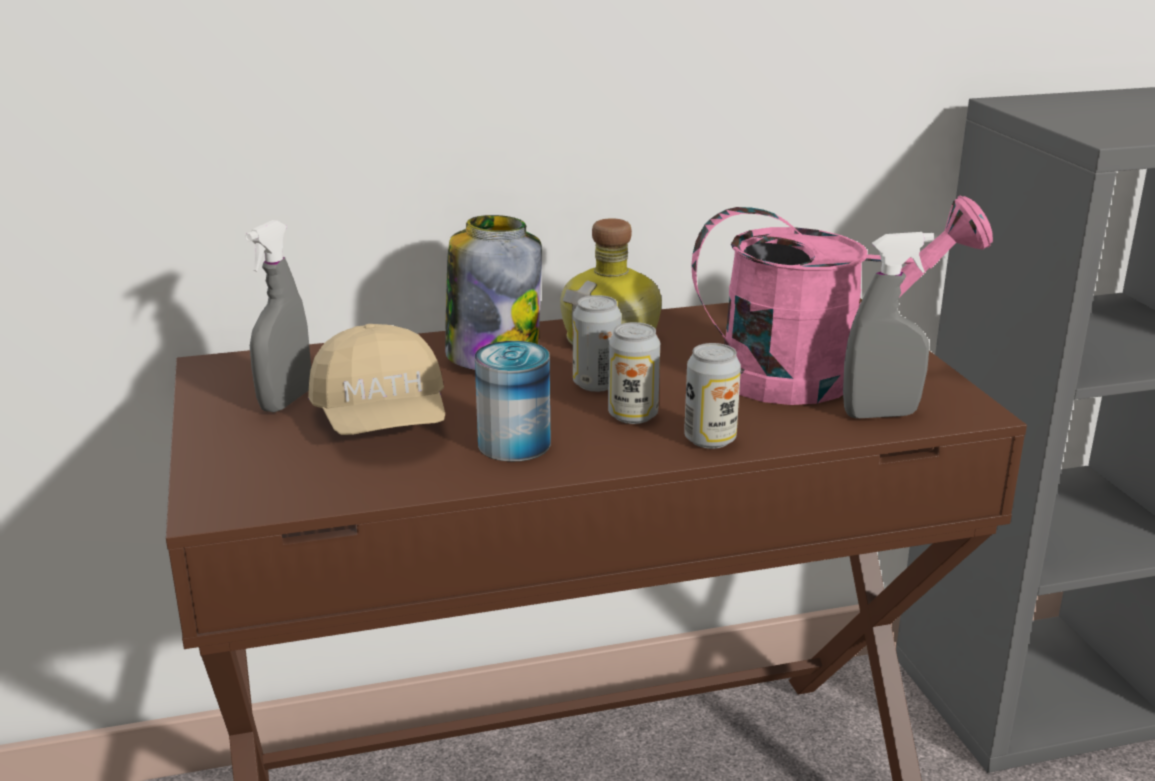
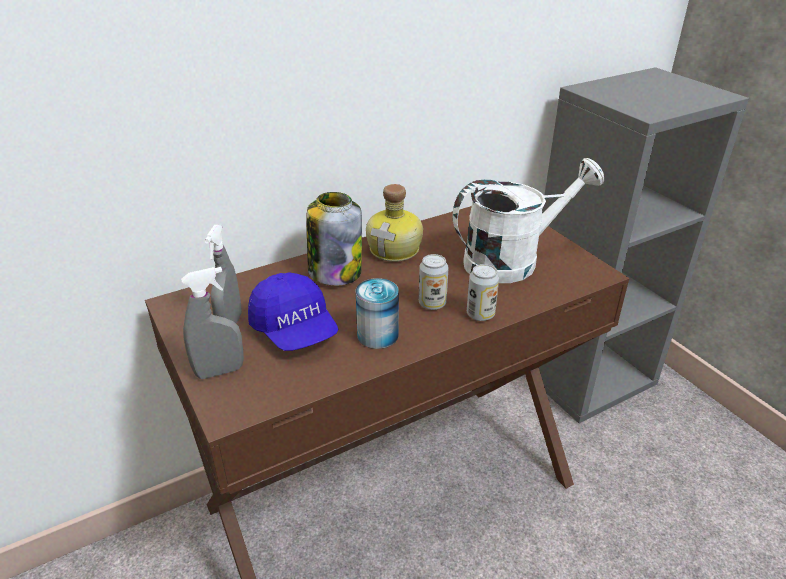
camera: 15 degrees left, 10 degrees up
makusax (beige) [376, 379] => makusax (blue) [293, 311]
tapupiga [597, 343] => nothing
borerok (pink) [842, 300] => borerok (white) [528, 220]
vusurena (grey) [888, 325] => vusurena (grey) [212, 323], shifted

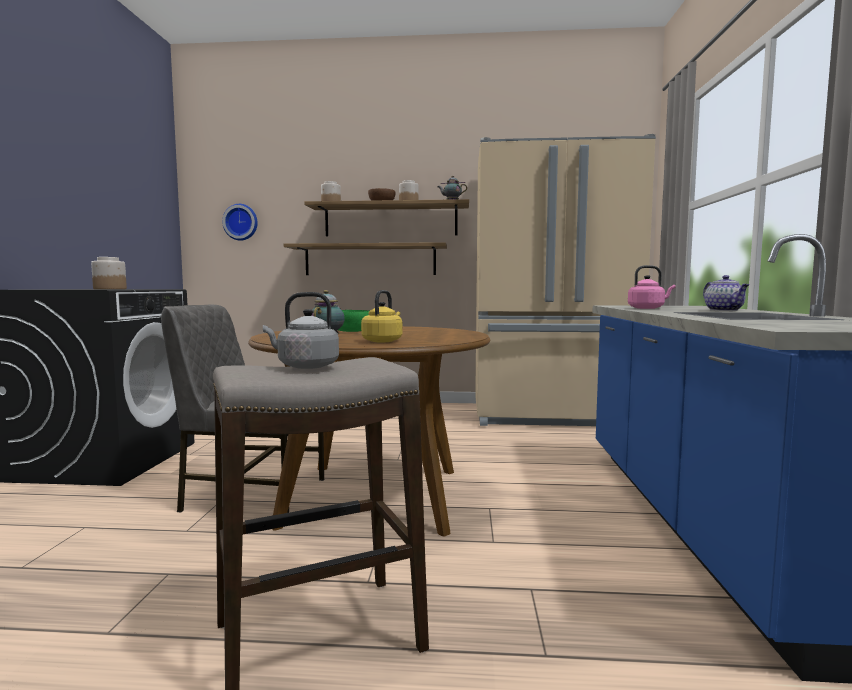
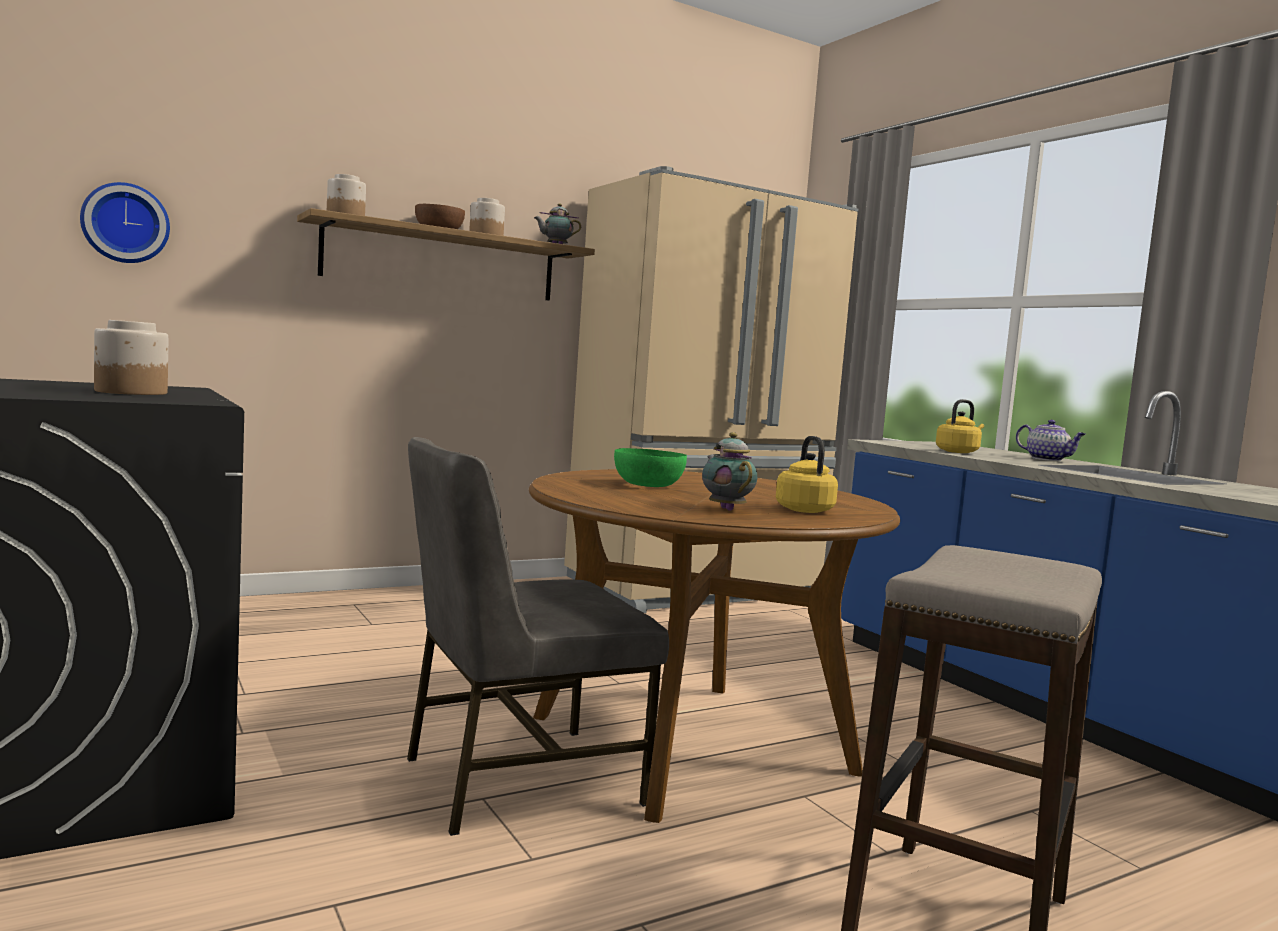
camera: 35 degrees left, 0 degrees up
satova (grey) [301, 330] => nothing
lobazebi [365, 258] => nothing
satova (pink) [652, 287] => satova (yellow) [960, 426]

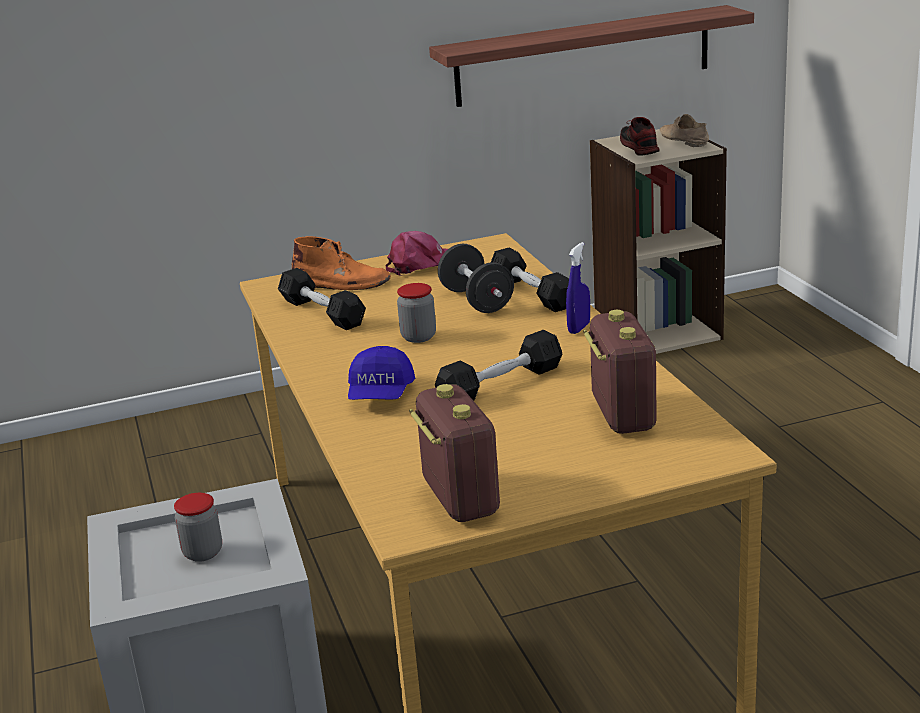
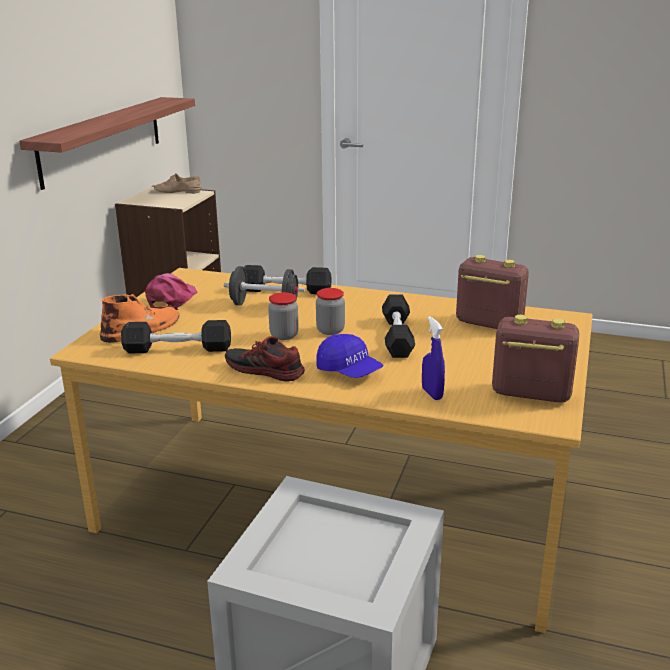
camera: 55 degrees left, 0 degrees up
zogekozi [198, 527] => zogekozi [330, 311], shifted
vusurena (blue) [578, 288] => vusurena (blue) [433, 358], shifted
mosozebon [640, 136] => mosozebon [265, 359], shifted

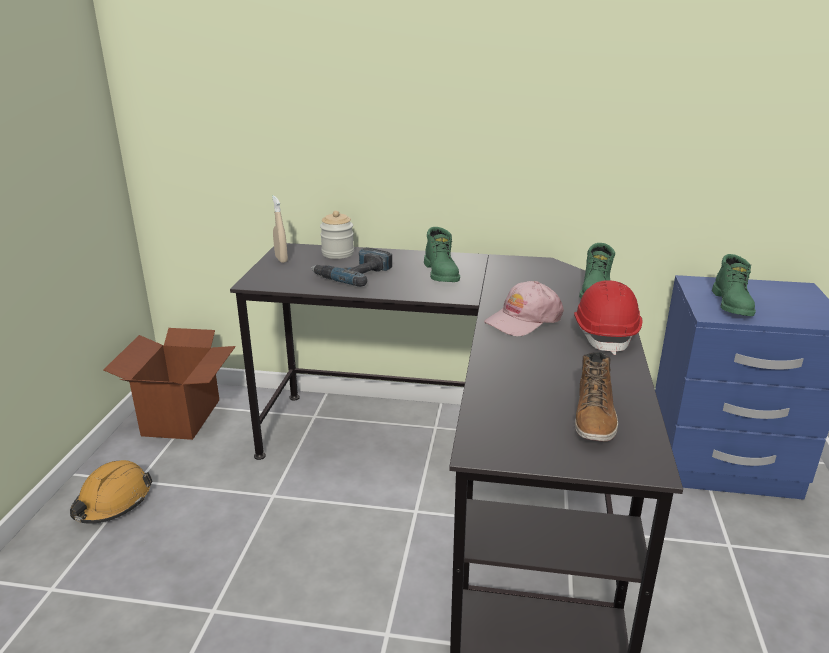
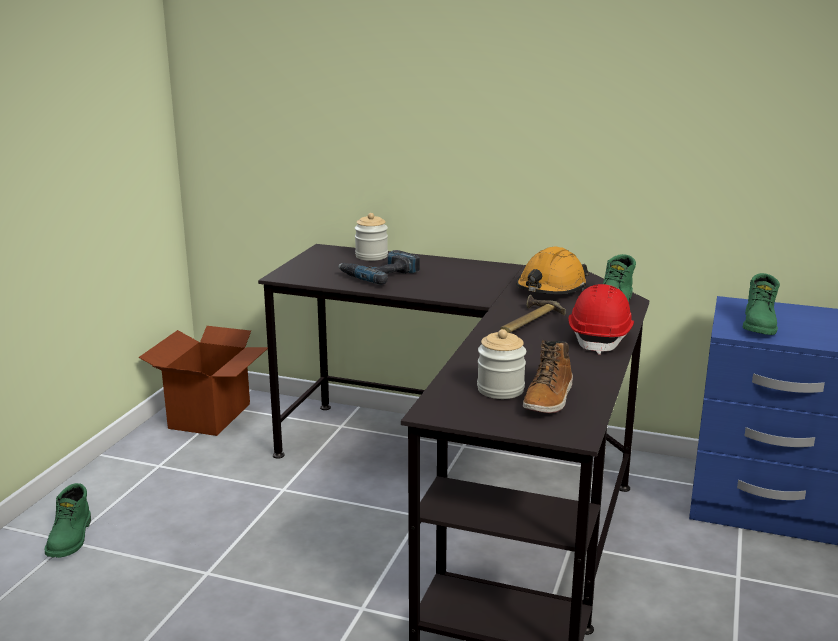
camera: 10 degrees right, 5 degrees down
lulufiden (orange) [111, 492] => lulufiden (orange) [552, 270], shifted
vusurena (beige) [280, 229] => nothing
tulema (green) [442, 254] => tulema (green) [68, 520], shifted
makusax (pink) [524, 308] => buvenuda [533, 314]
nothing => zogekozi [501, 364]

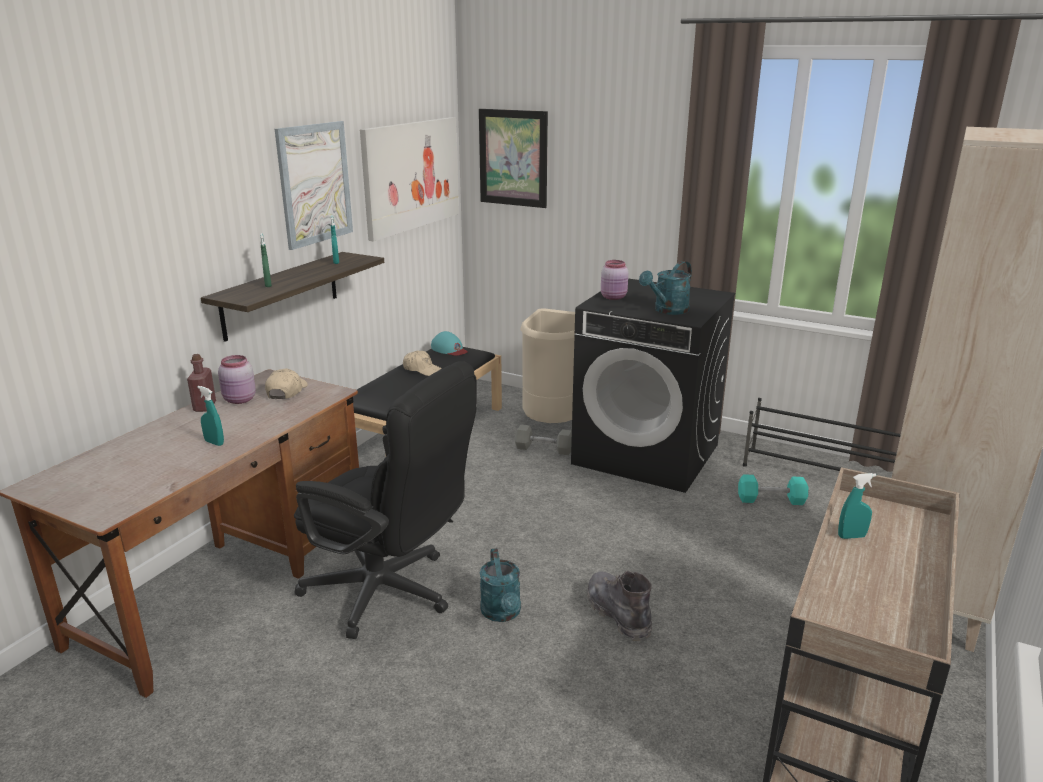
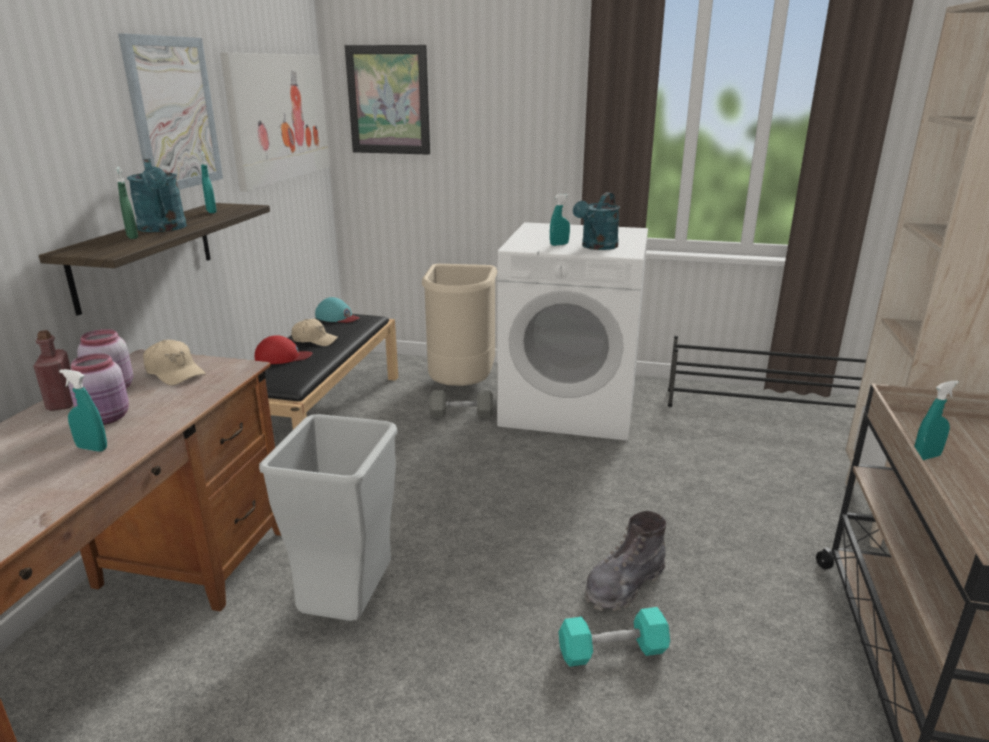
camera: 15 degrees left, 0 degrees up
makusax (beige) [286, 383] => makusax (beige) [174, 362], 135 degrees clockwise
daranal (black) [385, 500] => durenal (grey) [328, 517]
borerok (turquoise) [500, 585] => borerok (turquoise) [157, 195], shifted
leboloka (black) [653, 385] => leboloka (white) [572, 331]
tulema (grey) [619, 606] => tulema (grey) [625, 561], 90 degrees counterclockwise
zogekozi (pink) [614, 280] => zogekozi (pink) [98, 389], shifted
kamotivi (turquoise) [773, 489] => kamotivi (turquoise) [614, 637], shifted
nothing => makusax (red) [283, 349]
nothing => vusurena (turquoise) [560, 220]

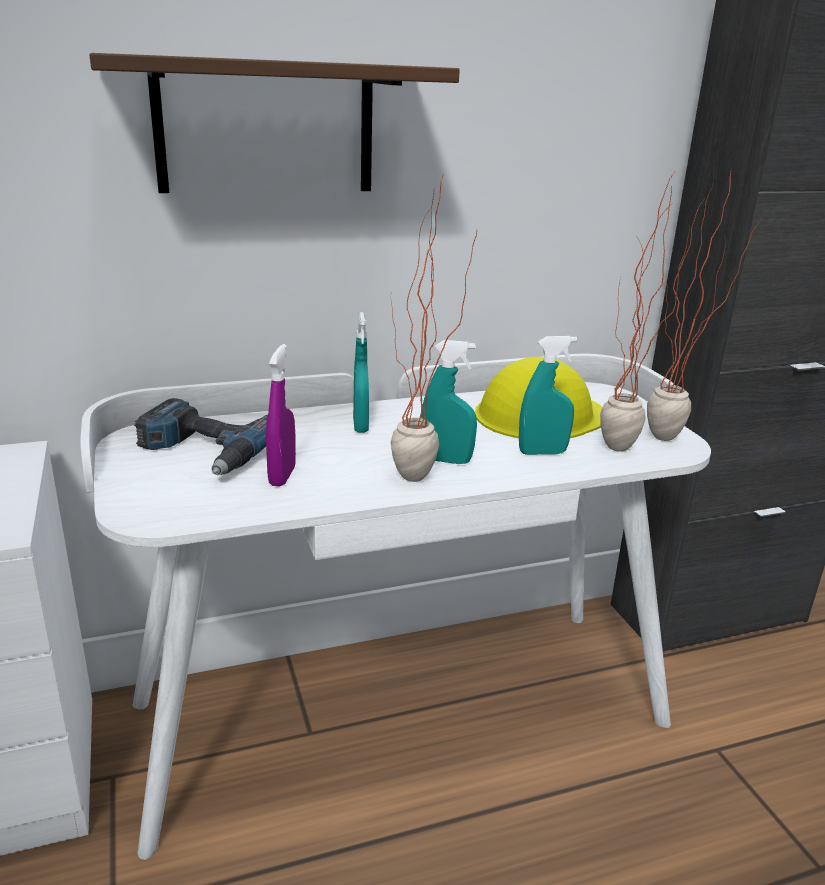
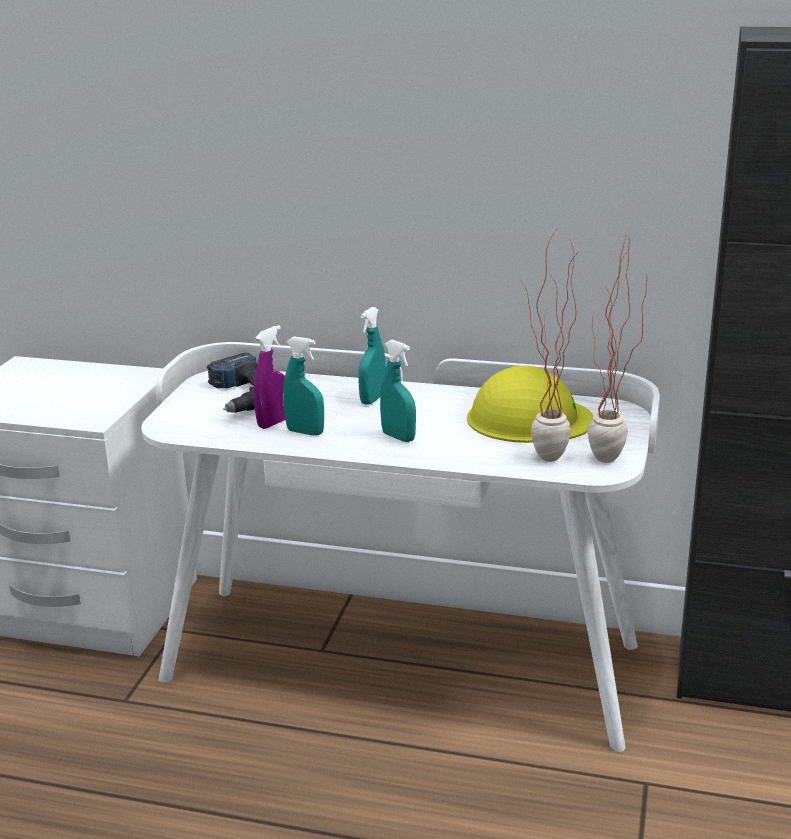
camera: 35 degrees right, 0 degrees up
lobazebi [275, 123] => nothing
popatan [434, 327] => nothing
vusurena (turquoise) [548, 395] => vusurena (turquoise) [303, 386], shifted

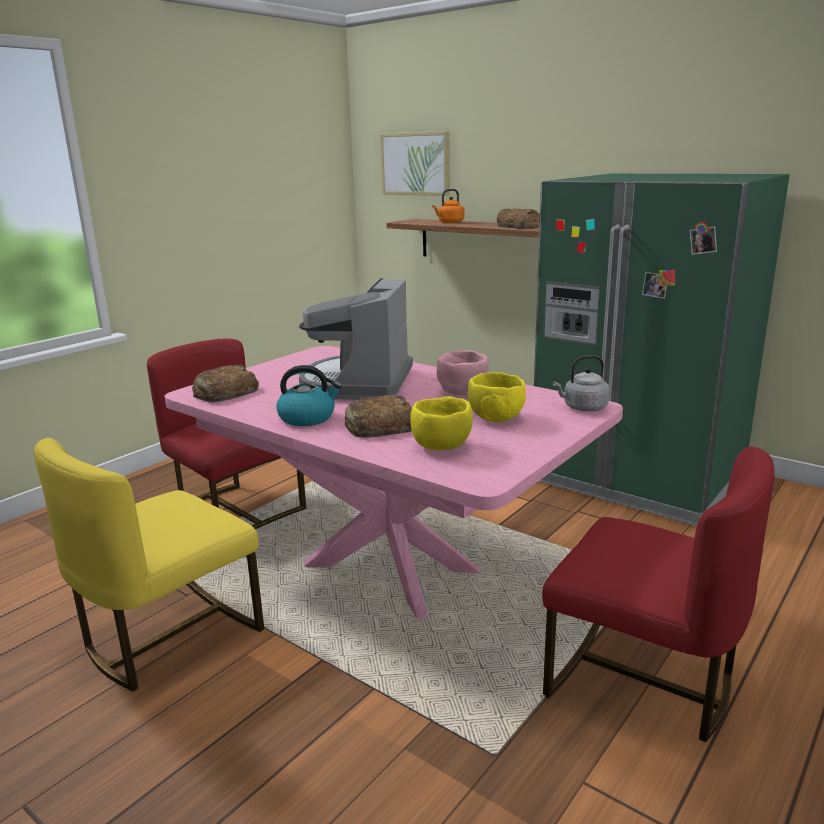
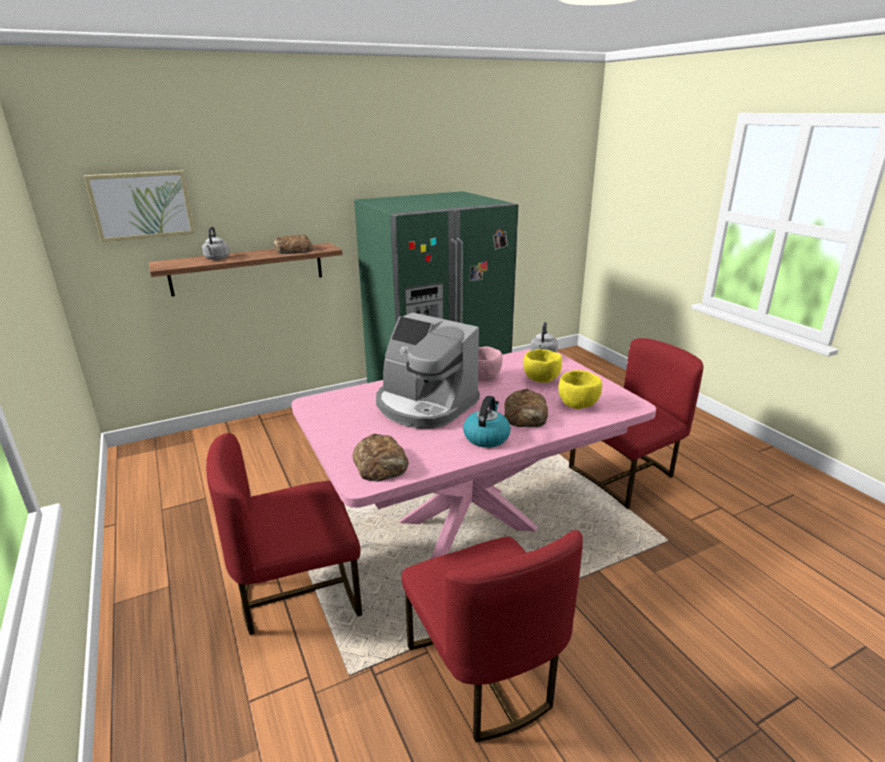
camera: 65 degrees left, 5 degrees up
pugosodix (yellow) [149, 564] => pugosodix (red) [492, 636]
satova (orange) [448, 206] => satova (grey) [216, 243]

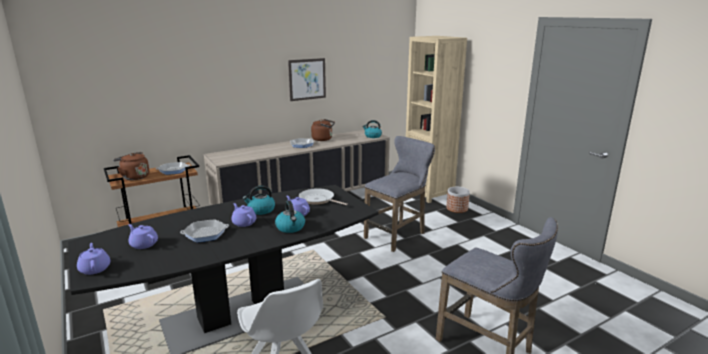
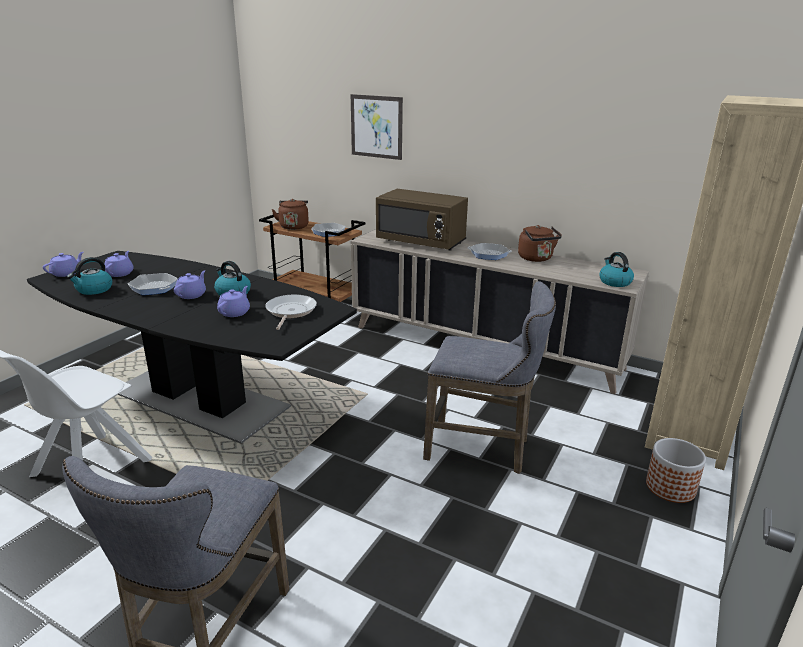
camera: 60 degrees right, 5 degrees up
satova [290, 216] => satova [89, 276], shifted
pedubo [307, 79] => pedubo [377, 127], shifted
nothing => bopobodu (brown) [422, 220]

